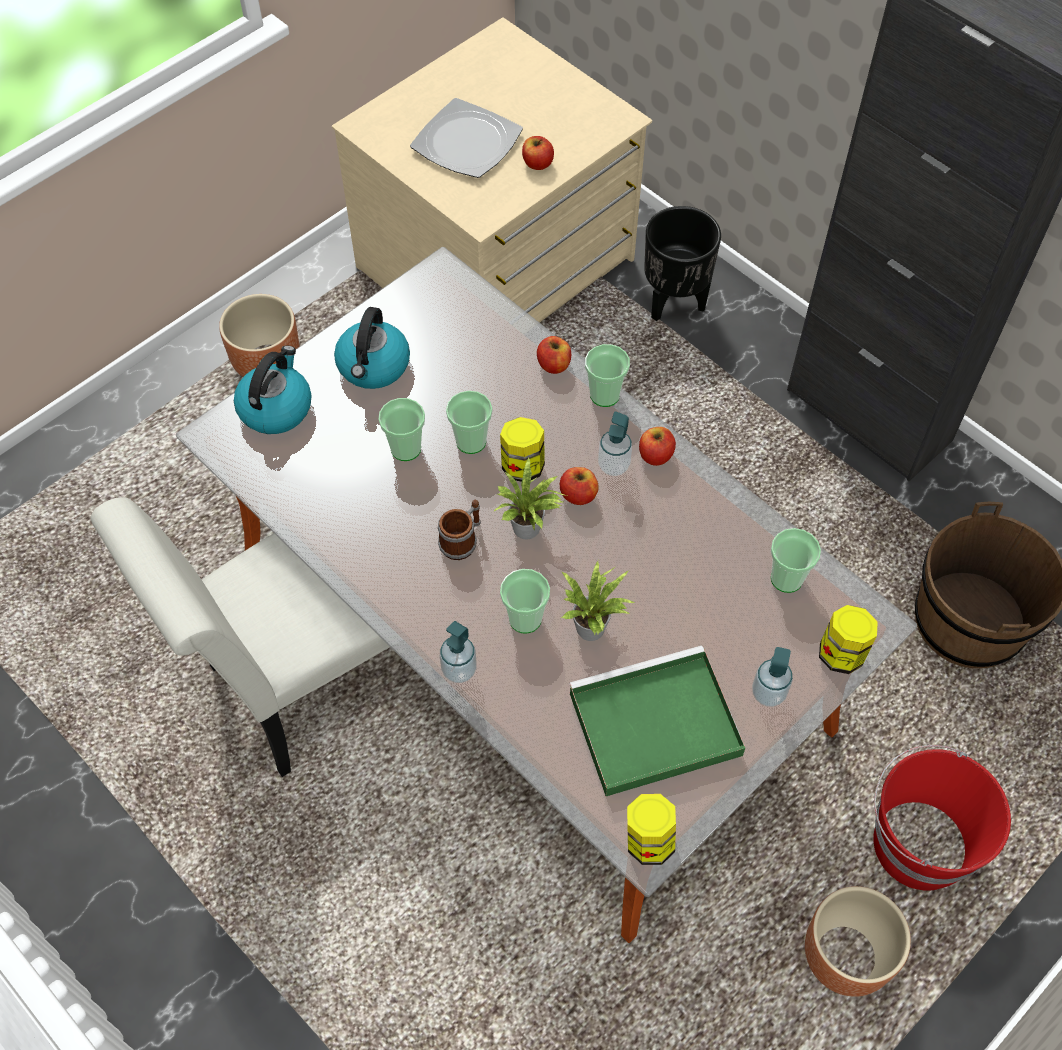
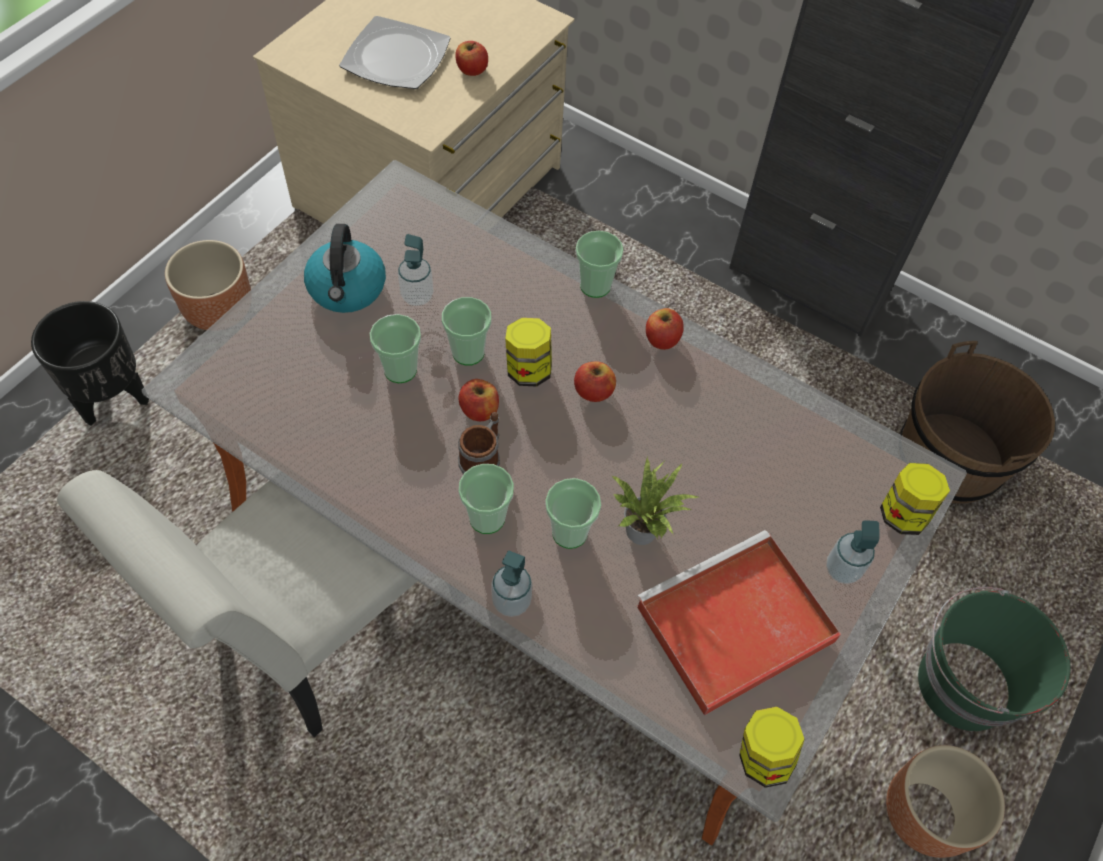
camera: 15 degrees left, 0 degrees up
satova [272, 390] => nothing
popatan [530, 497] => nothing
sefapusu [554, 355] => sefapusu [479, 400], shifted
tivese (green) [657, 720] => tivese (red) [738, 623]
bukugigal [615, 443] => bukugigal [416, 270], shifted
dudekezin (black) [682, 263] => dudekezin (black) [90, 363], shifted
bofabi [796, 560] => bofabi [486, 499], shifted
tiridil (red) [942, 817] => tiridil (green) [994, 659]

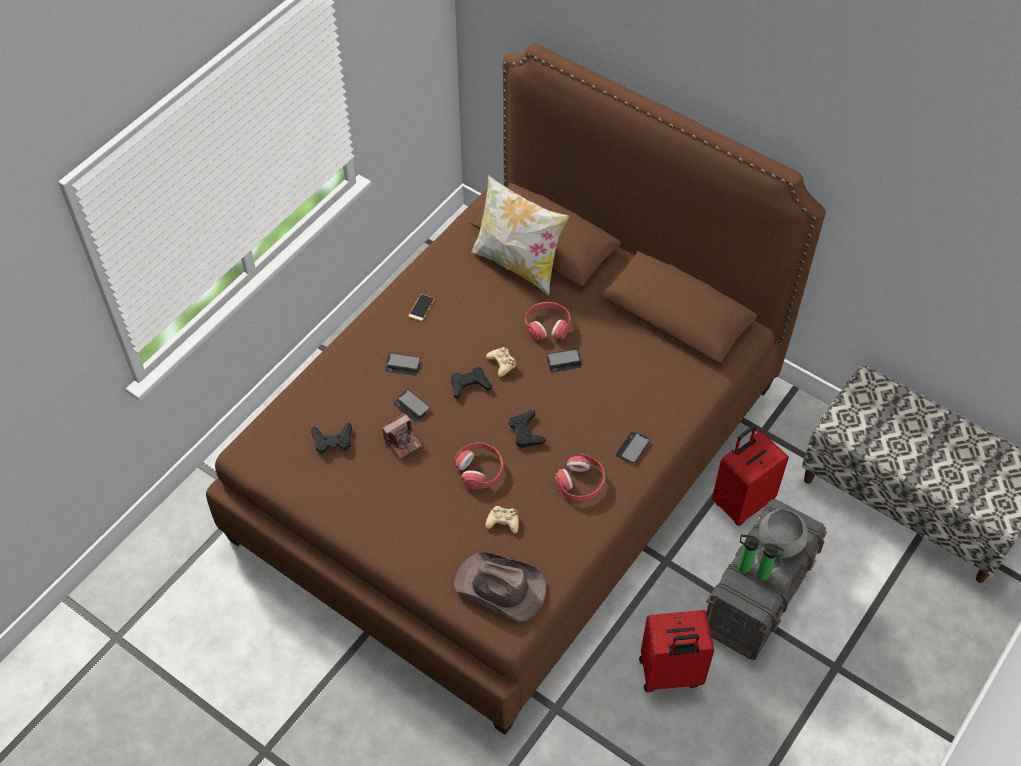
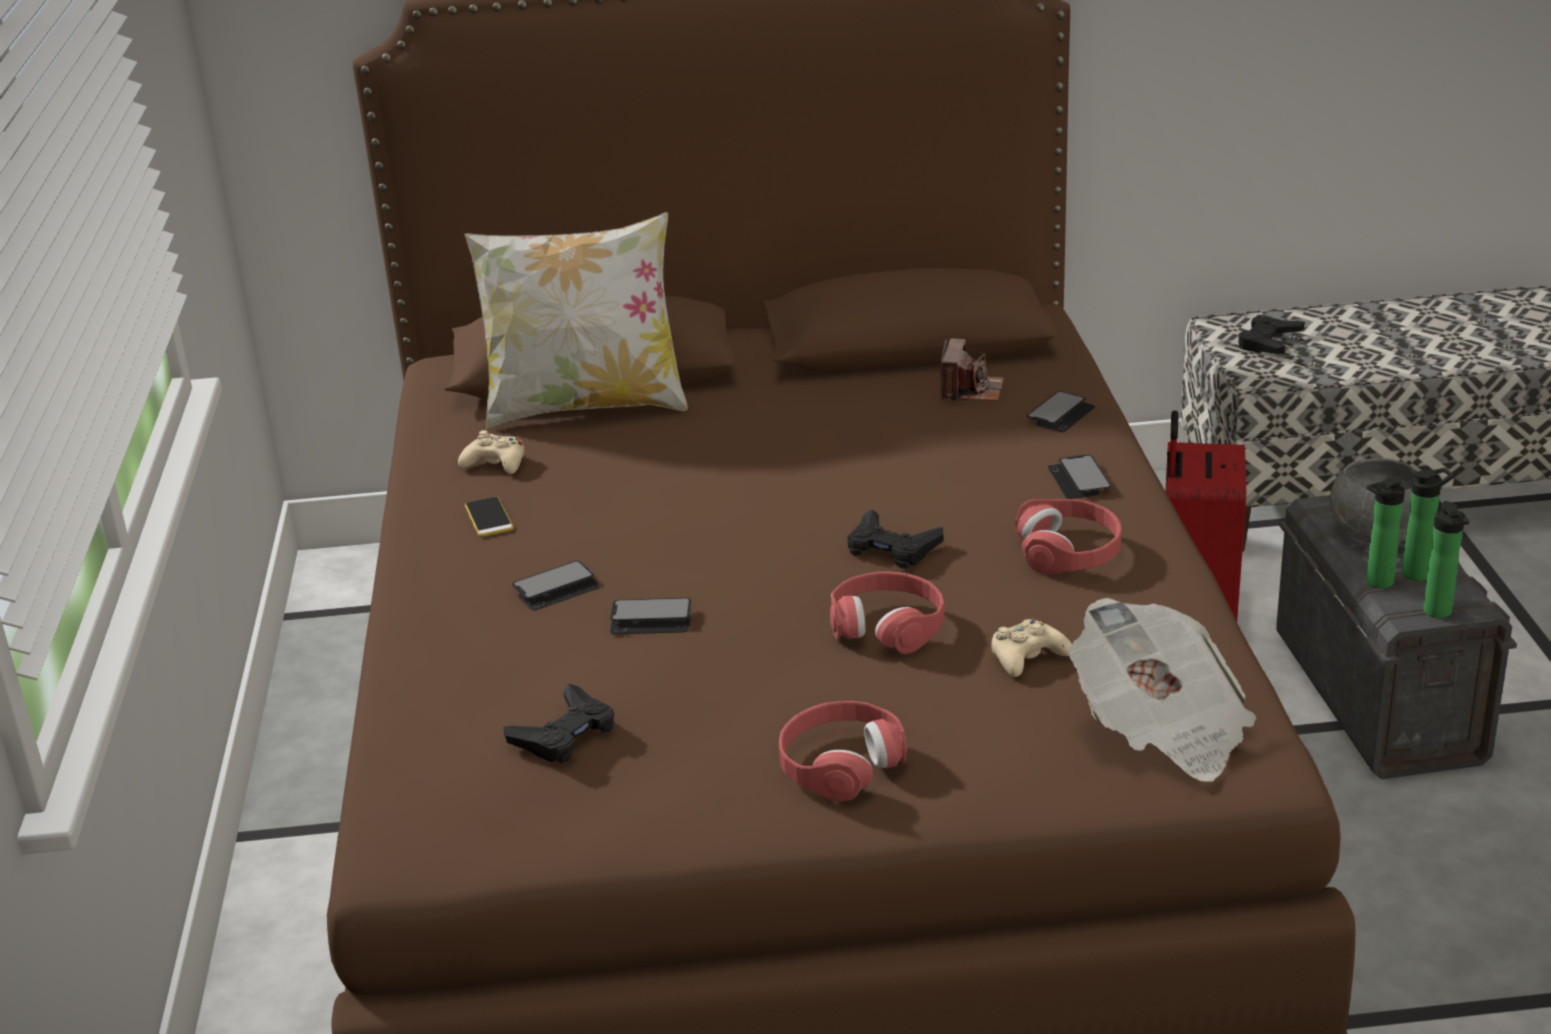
camera: 40 degrees left, 25 degrees down
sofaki [402, 436] => sofaki [972, 370], shifted
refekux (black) [471, 383] => refekux (black) [1271, 335], shifted
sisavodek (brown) [500, 586] => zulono [1162, 690]
refekux (beige) [501, 362] => refekux (beige) [491, 452], shifted
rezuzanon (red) [548, 321] => rezuzanon (red) [843, 751], shifted
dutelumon [564, 360] => dutelumon [1060, 411], shifted
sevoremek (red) [676, 651] => nothing
nothing => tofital [1446, 559]

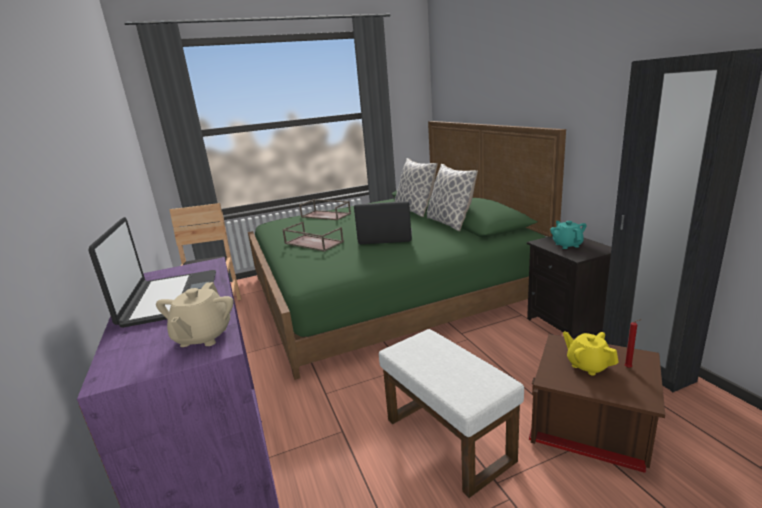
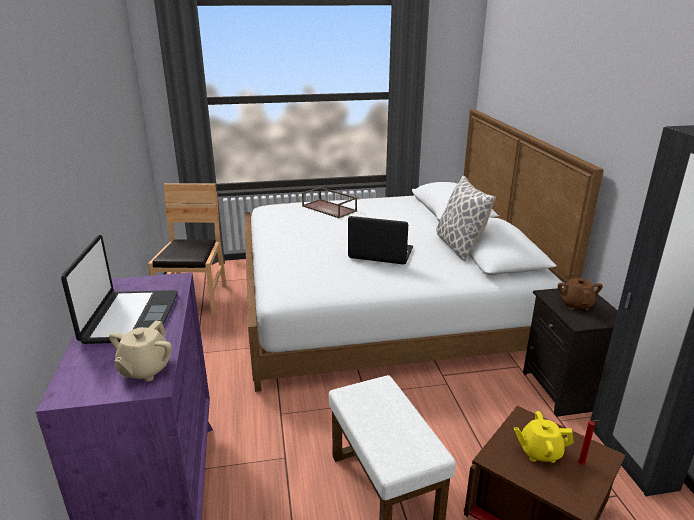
camera: 10 degrees right, 5 degrees up
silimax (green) [407, 250] => silimax (white) [424, 250]
tivese (brown) [313, 237] => nothing
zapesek [416, 187] => nothing
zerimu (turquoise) [568, 235] => zerimu (brown) [580, 292]
zerimu (yellow) [591, 353] => zerimu (yellow) [544, 437], 60 degrees counterclockwise

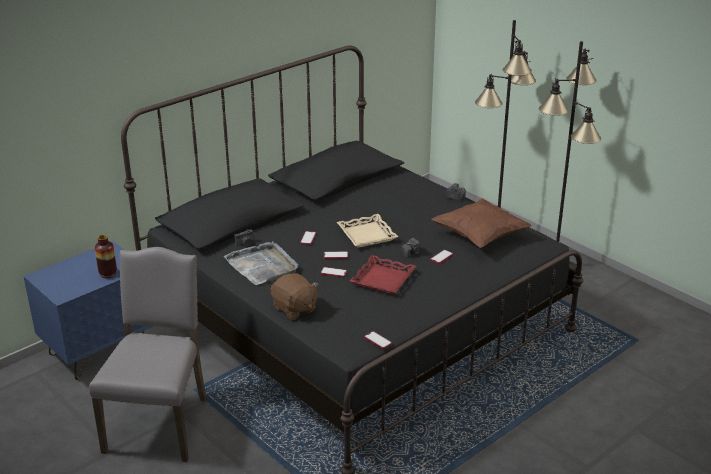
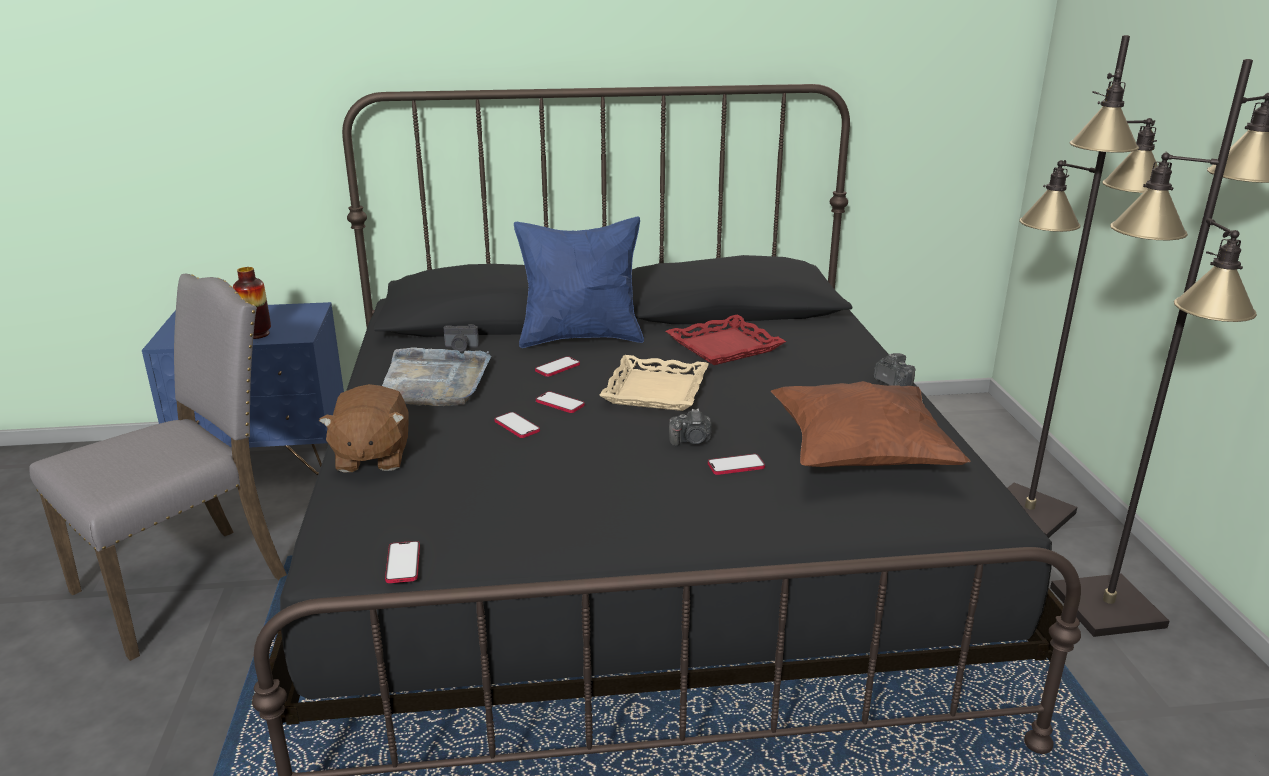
camera: 35 degrees right, 5 degrees down
tivese (red) [383, 274] => tivese (red) [726, 339], shifted
nothing => zapesek (blue) [579, 282]

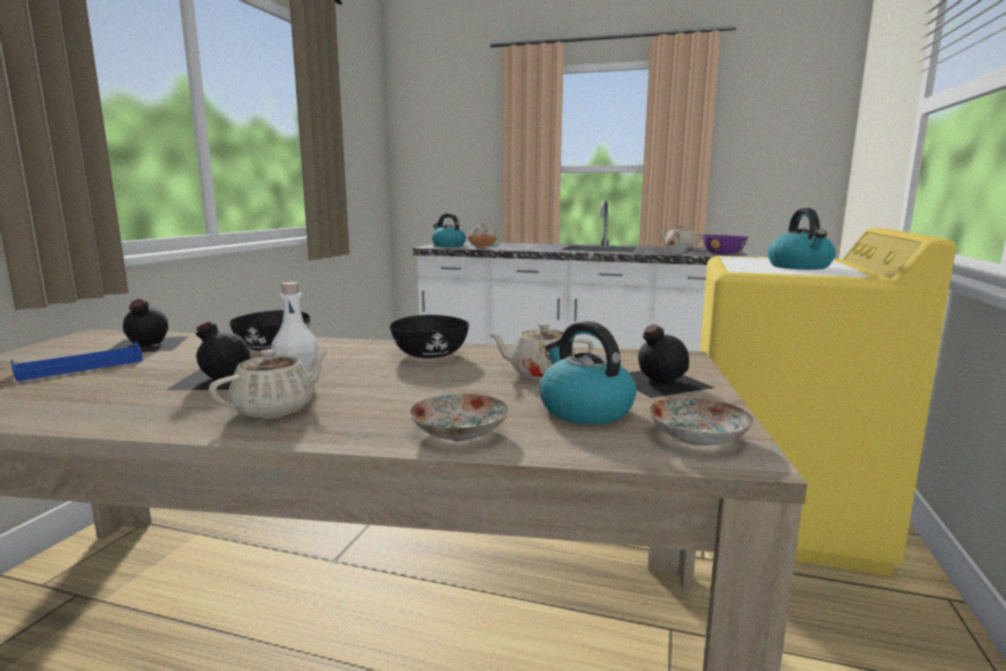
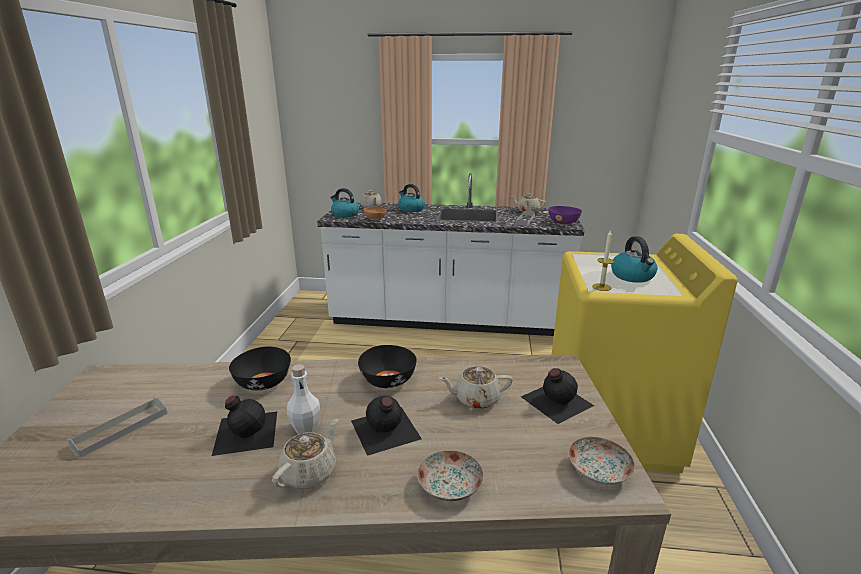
camera: 10 degrees left, 10 degrees up
tivese (blue) [77, 361] => tivese (grey) [117, 428]
tofital (black) [149, 325] => tofital (black) [386, 426], shifted
satova [588, 372] => satova [411, 198], shifted
nothing => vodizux [603, 260]

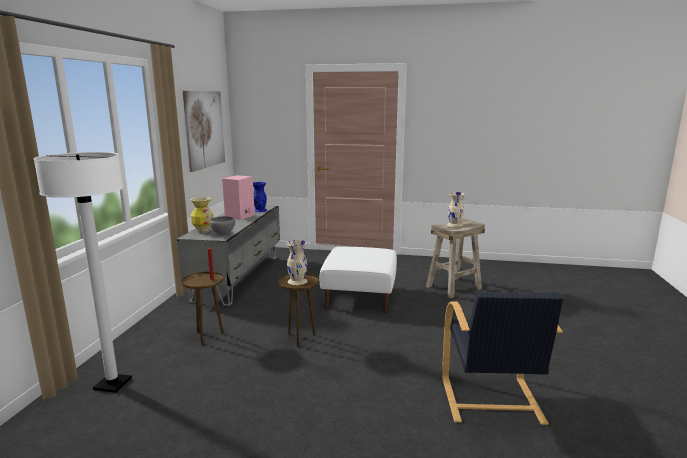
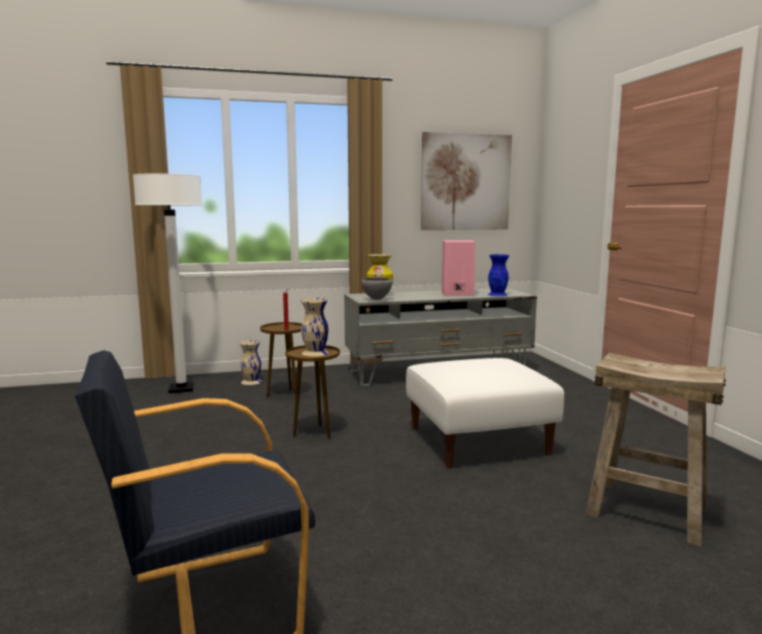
camera: 65 degrees right, 5 degrees down
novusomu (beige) [456, 209] => novusomu (beige) [250, 362], shifted

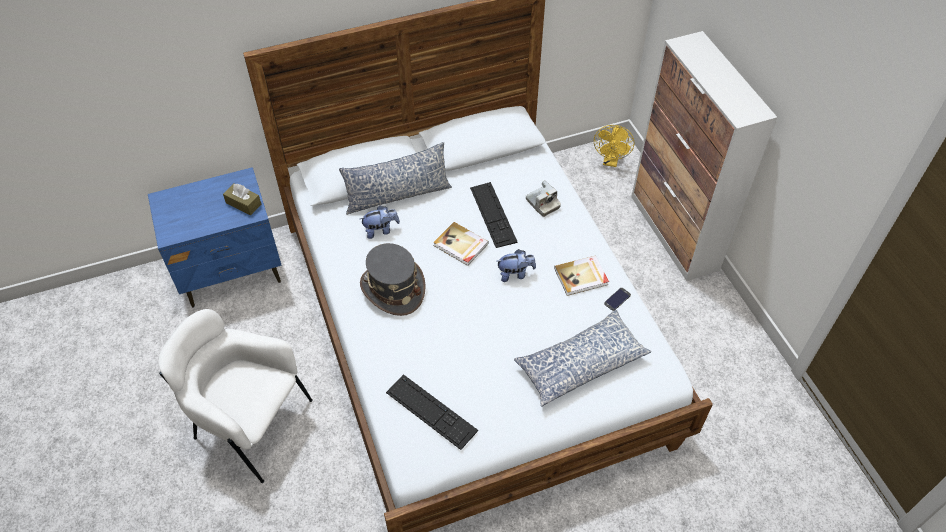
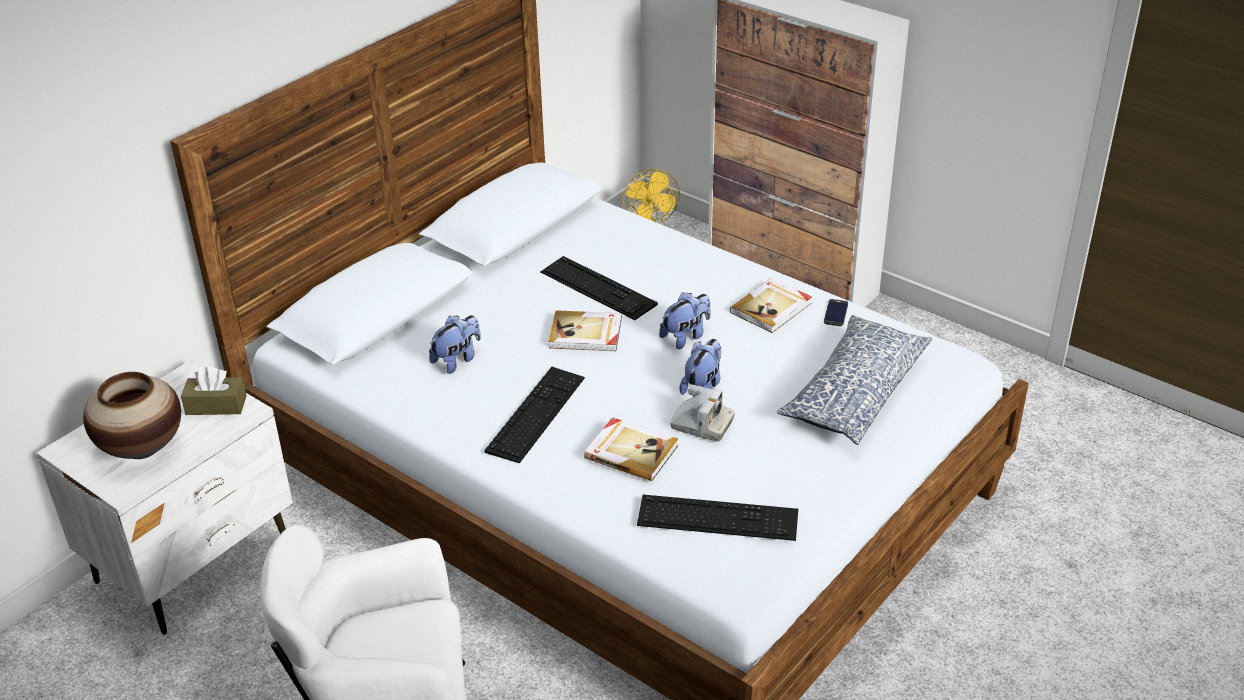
camera: 30 degrees left, 15 degrees down
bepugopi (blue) [215, 237] => bepugopi (white) [164, 497]
zapesek [395, 178] => nothing
sisavodek (grey) [393, 279] => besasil [534, 415]
sofaki [543, 198] => sofaki [702, 412], shifted
nothing => novusomu [132, 415]
nothing => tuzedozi [631, 449]
nothing => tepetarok [700, 367]

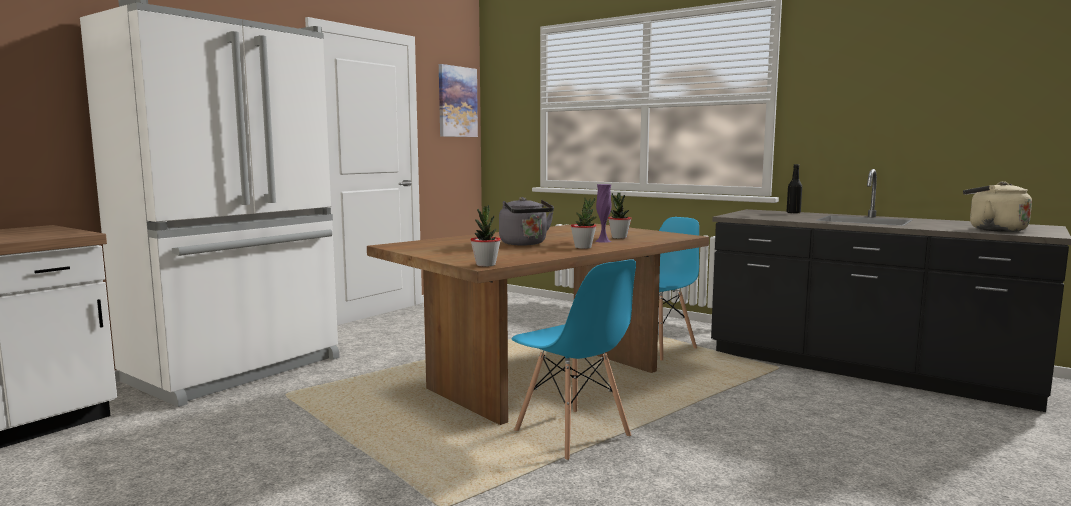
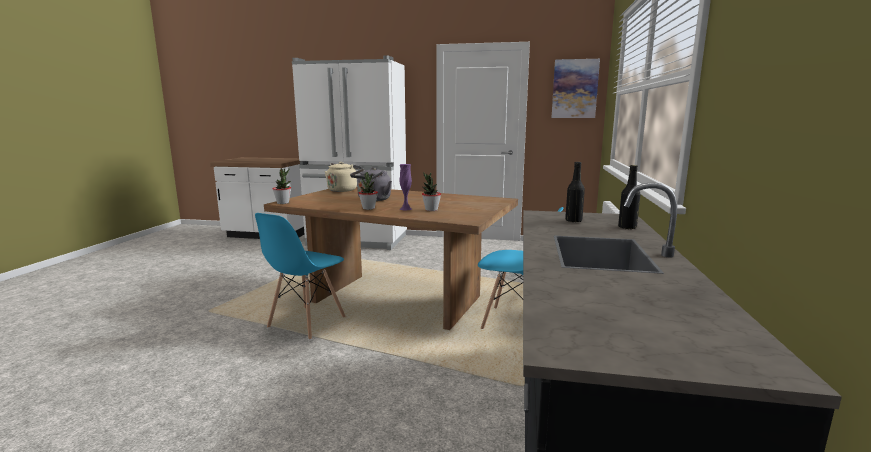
camera: 65 degrees right, 5 degrees up
satova (beige) [997, 206] => satova (beige) [343, 177], shifted
nothing => tofital (black) [575, 192]

